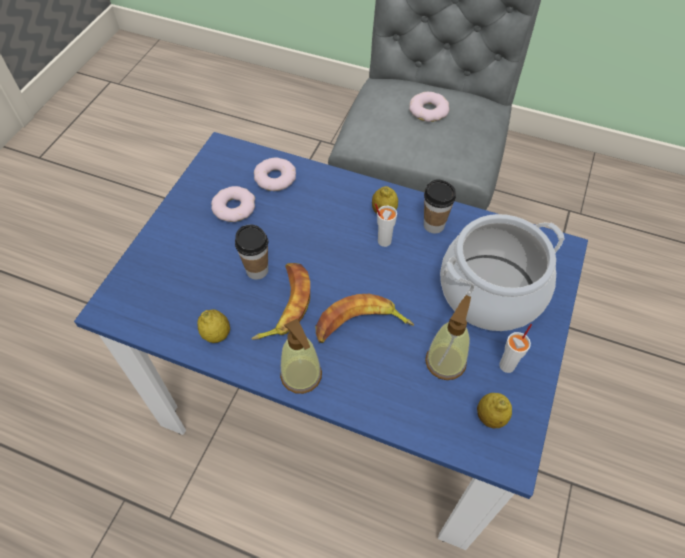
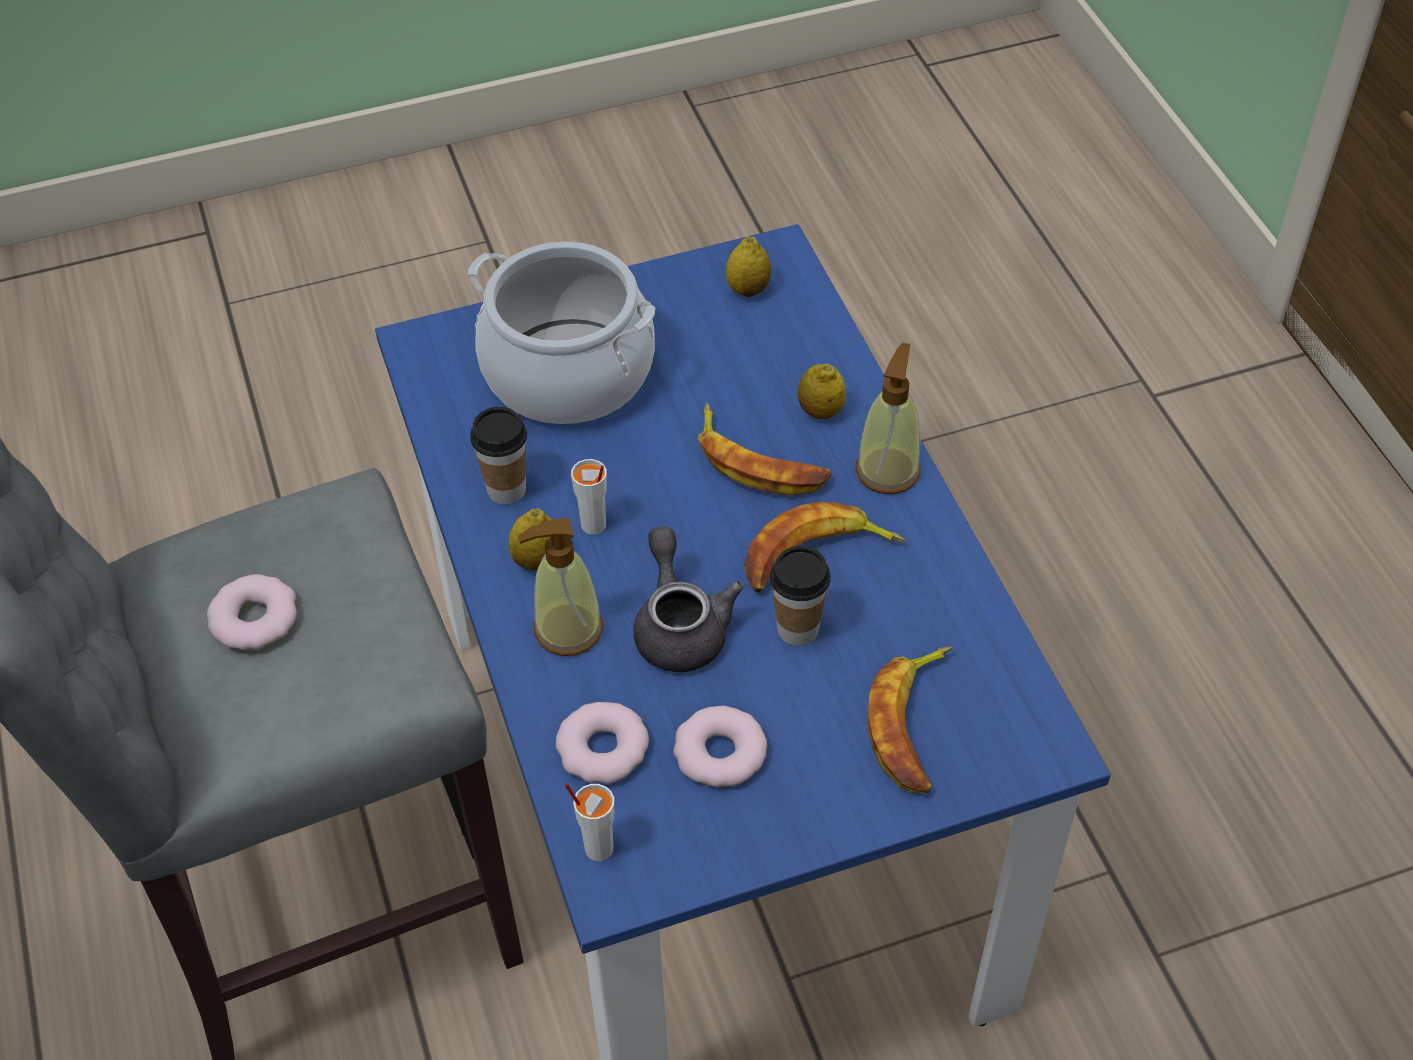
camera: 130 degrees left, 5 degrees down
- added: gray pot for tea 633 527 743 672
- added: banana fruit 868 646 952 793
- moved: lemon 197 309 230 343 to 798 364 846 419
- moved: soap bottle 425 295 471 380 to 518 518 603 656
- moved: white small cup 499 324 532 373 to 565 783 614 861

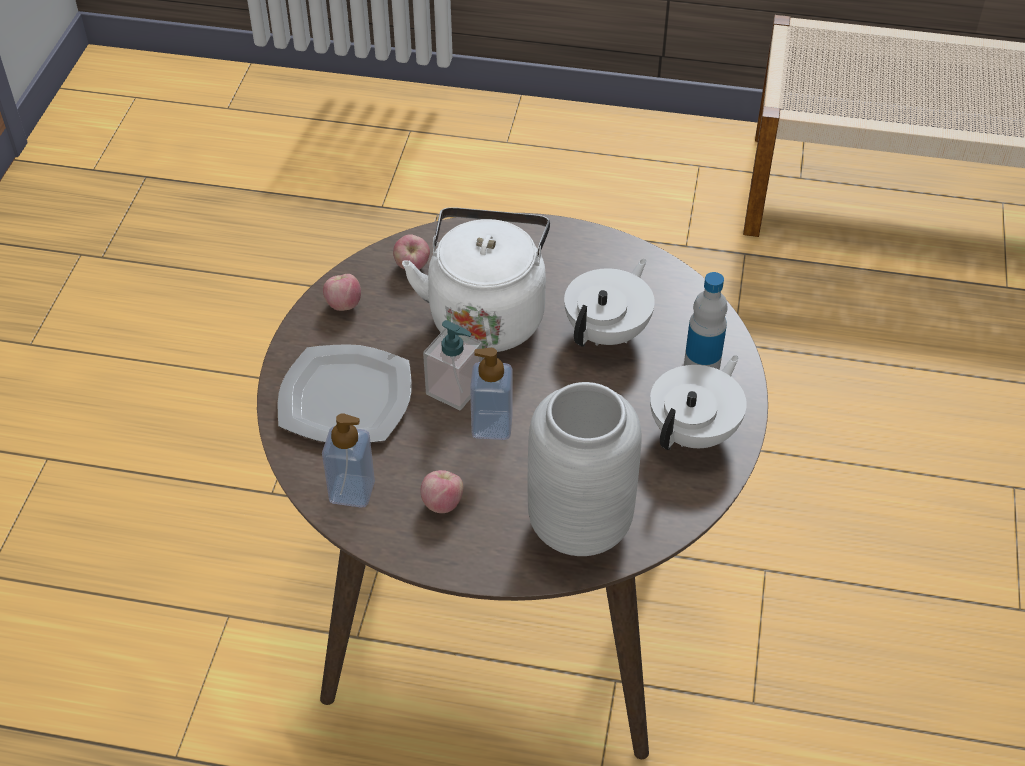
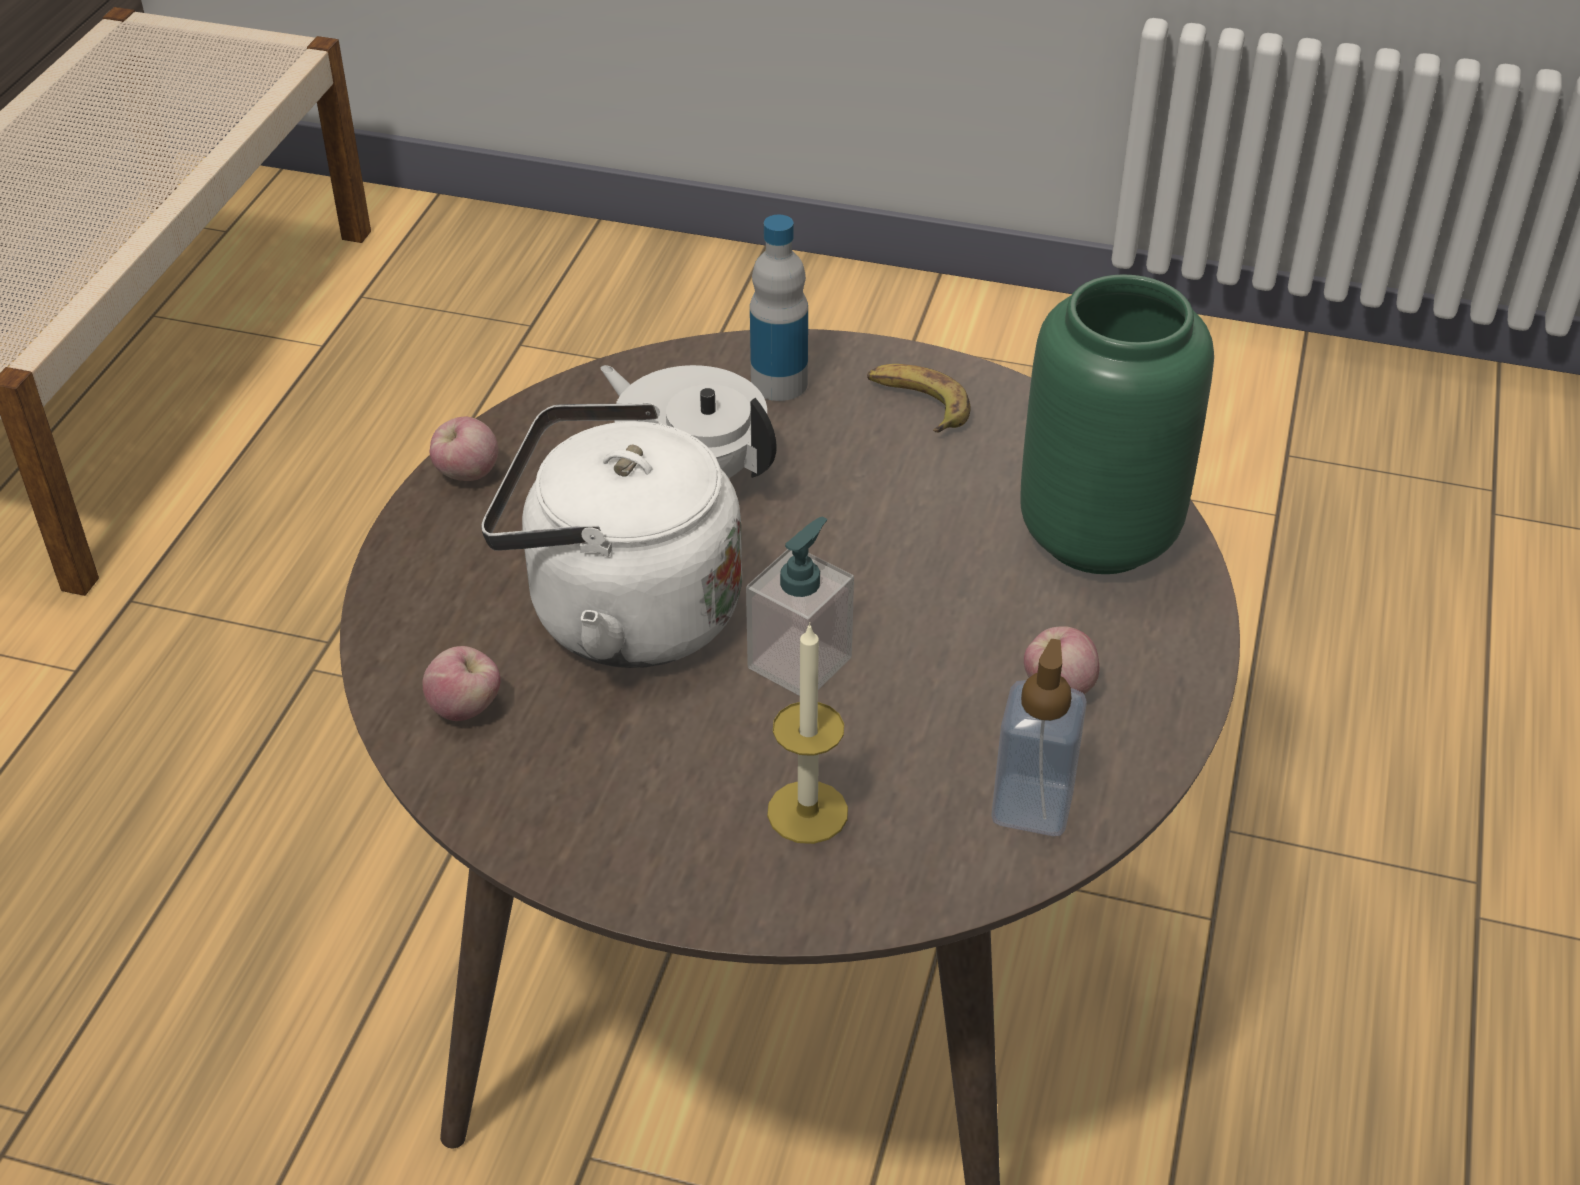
camera: 85 degrees left, 5 degrees down
- removed: soap bottle 470 348 513 440
- moved: apple 323 274 361 311 to 430 417 499 481
- replaced: plate 278 344 412 443 to wax light 767 622 848 844
- replaced: white pot for tea 650 355 747 450 to banana fruit 867 364 971 432
- recoloured: gray flower vase 528 382 642 556 to greenish flower vase 1021 274 1214 574

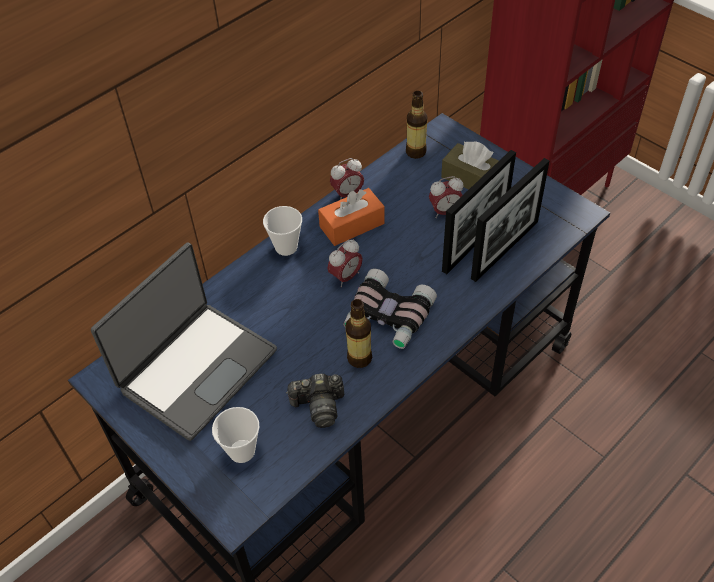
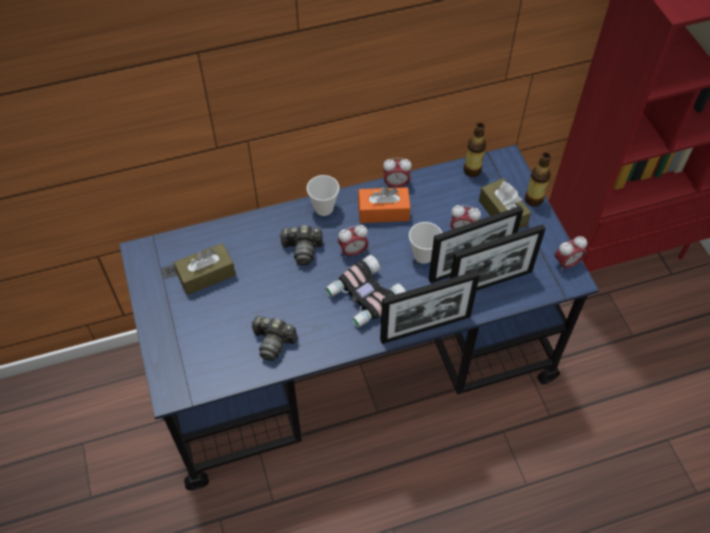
camera: 25 degrees right, 5 degrees up
- added: photo camera 279 225 323 265
- added: photo frame 380 271 480 344
- added: table clock 555 236 587 271
- moved: small cup 212 407 259 463 to 409 222 442 264
- moved: beverage bottle 345 299 372 368 to 525 152 551 207
- replaced: portable computer 91 242 277 441 to brown-coloured box of tissues 174 243 236 295

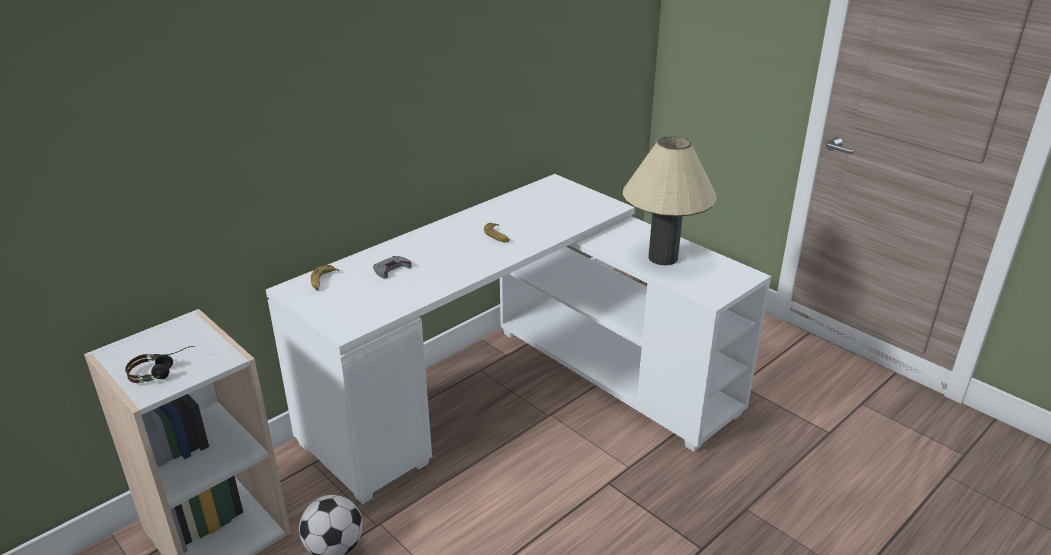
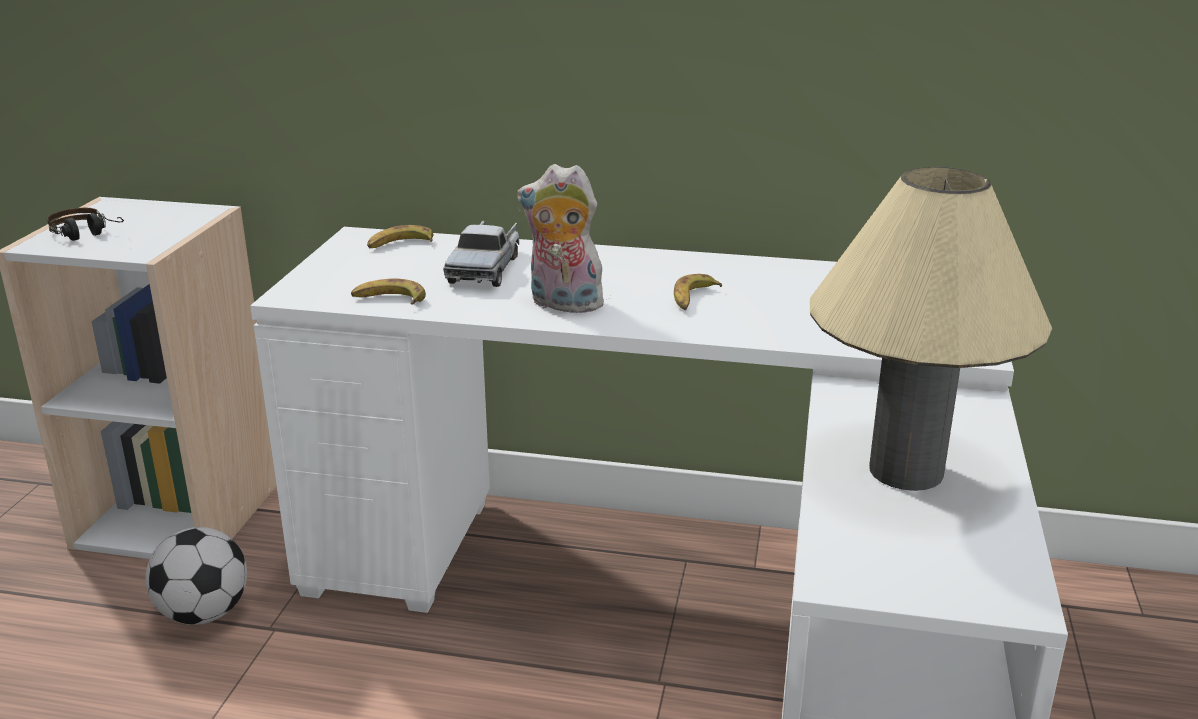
camera: 55 degrees right, 5 degrees down
- added: banana fruit 351 278 426 305
- added: soft toy 517 164 607 313
- replaced: gray gamepad 373 256 412 278 to model truck 443 221 519 287

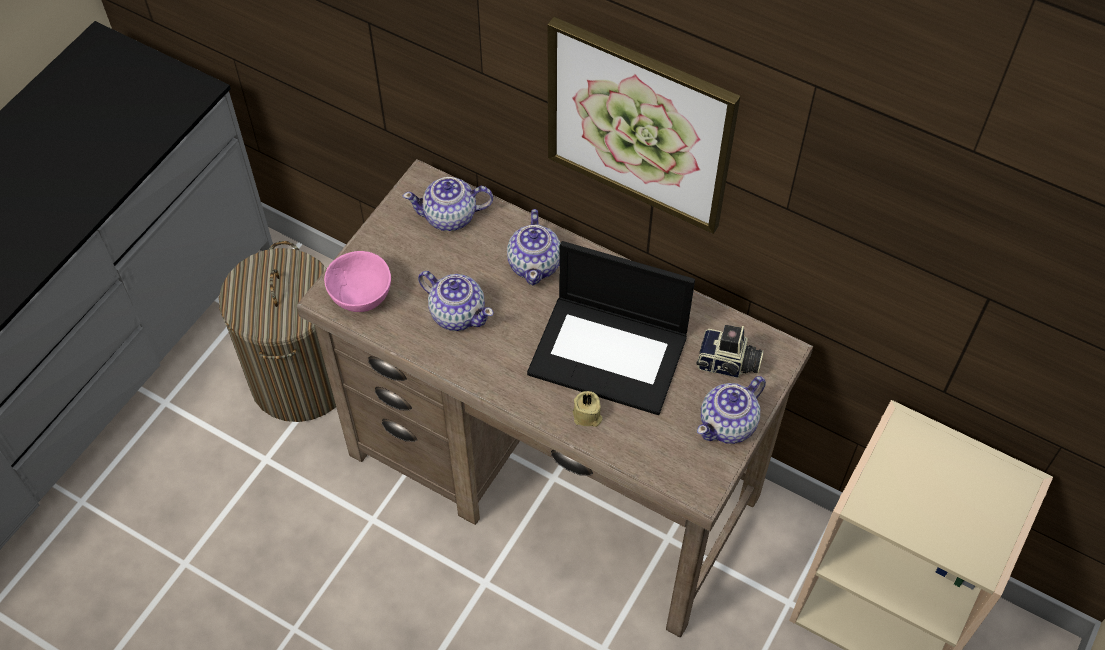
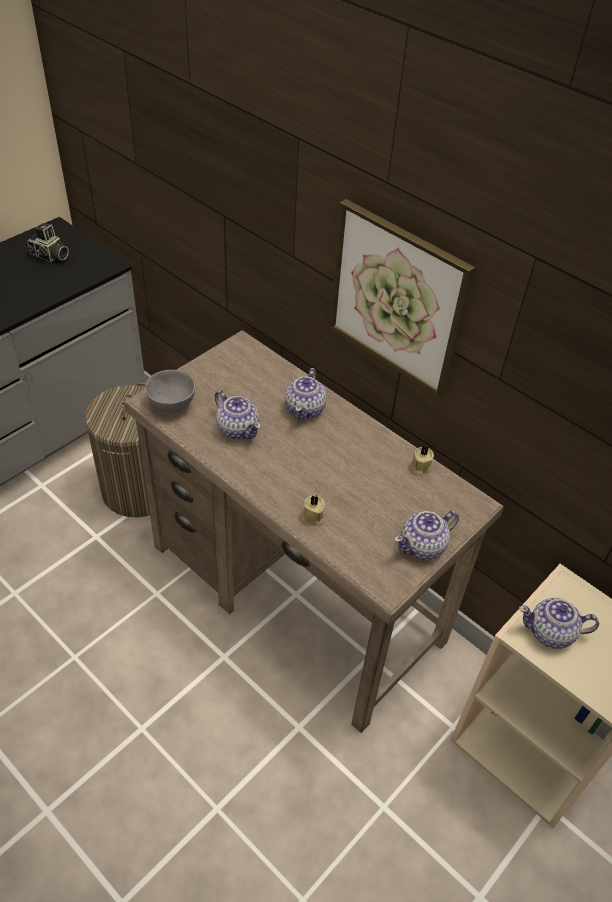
camera: 10 degrees right, 10 degrees down
- removed: portable computer 527 241 695 415
- added: beige-coloured wax light 411 445 434 475
- moved: pot for tea 403 177 493 231 to 519 598 599 649
- moved: photo camera 696 325 764 378 to 27 223 69 262
- recoloured: pinkish serving bowl 324 251 391 312 to gray serving bowl 145 370 195 413

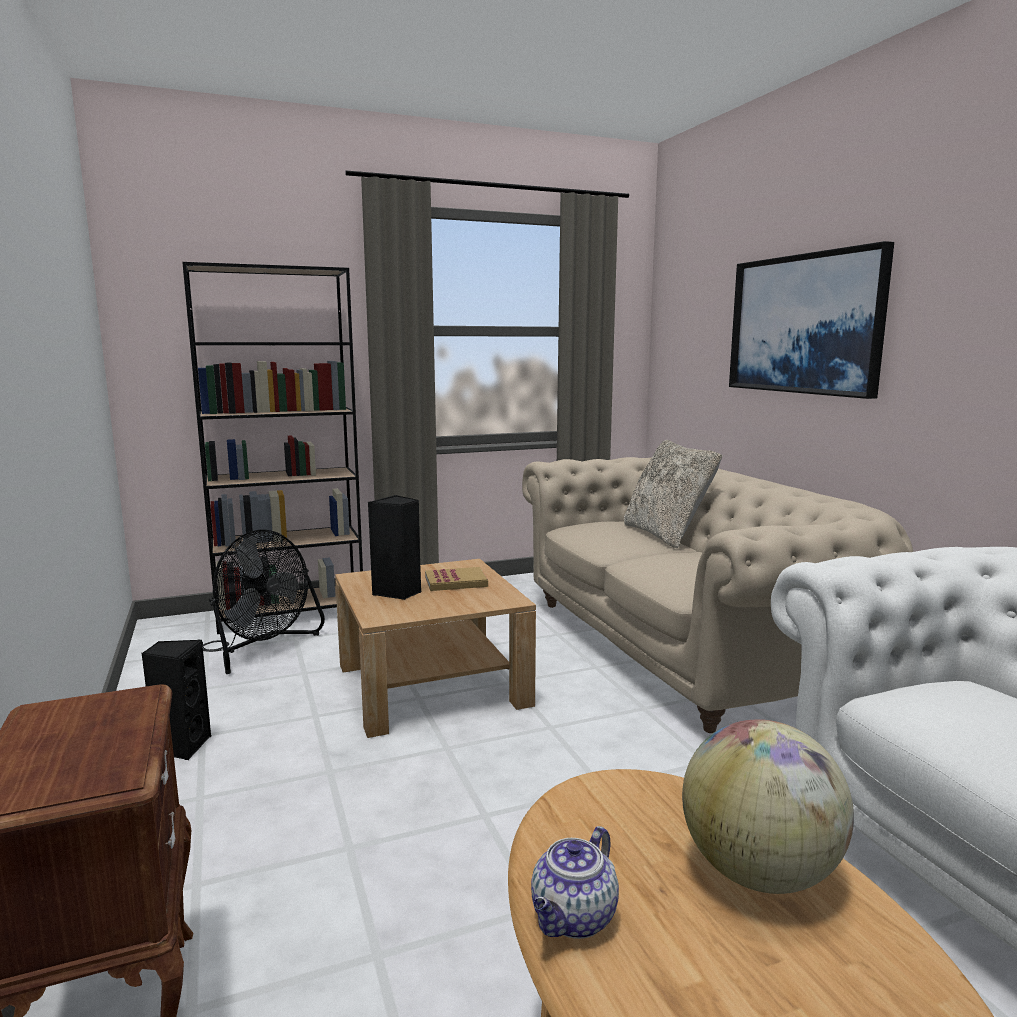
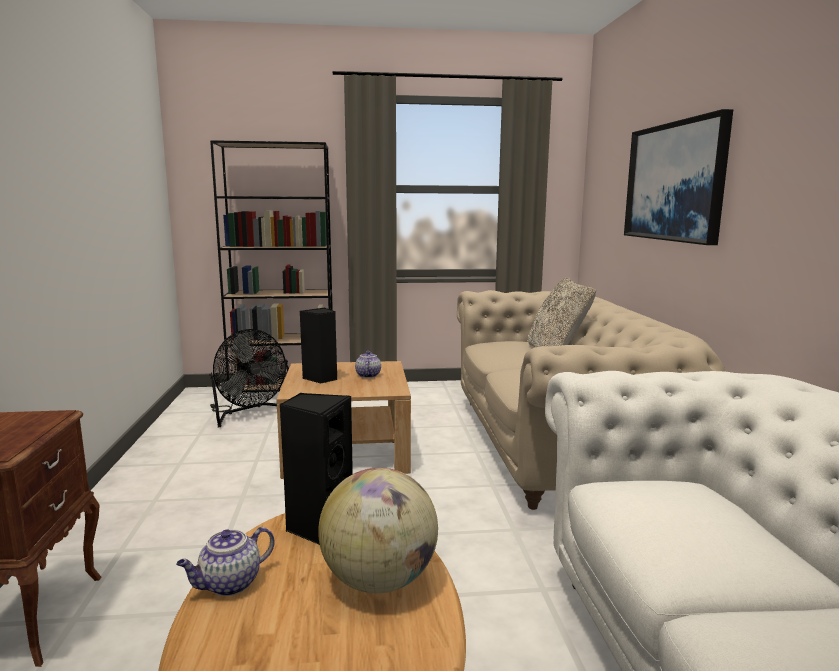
camera: 15 degrees right, 0 degrees up
- moved: blackish audio speaker 141 640 211 760 to 279 393 353 545
- replaced: book 425 567 488 591 to pot for tea 355 351 381 378

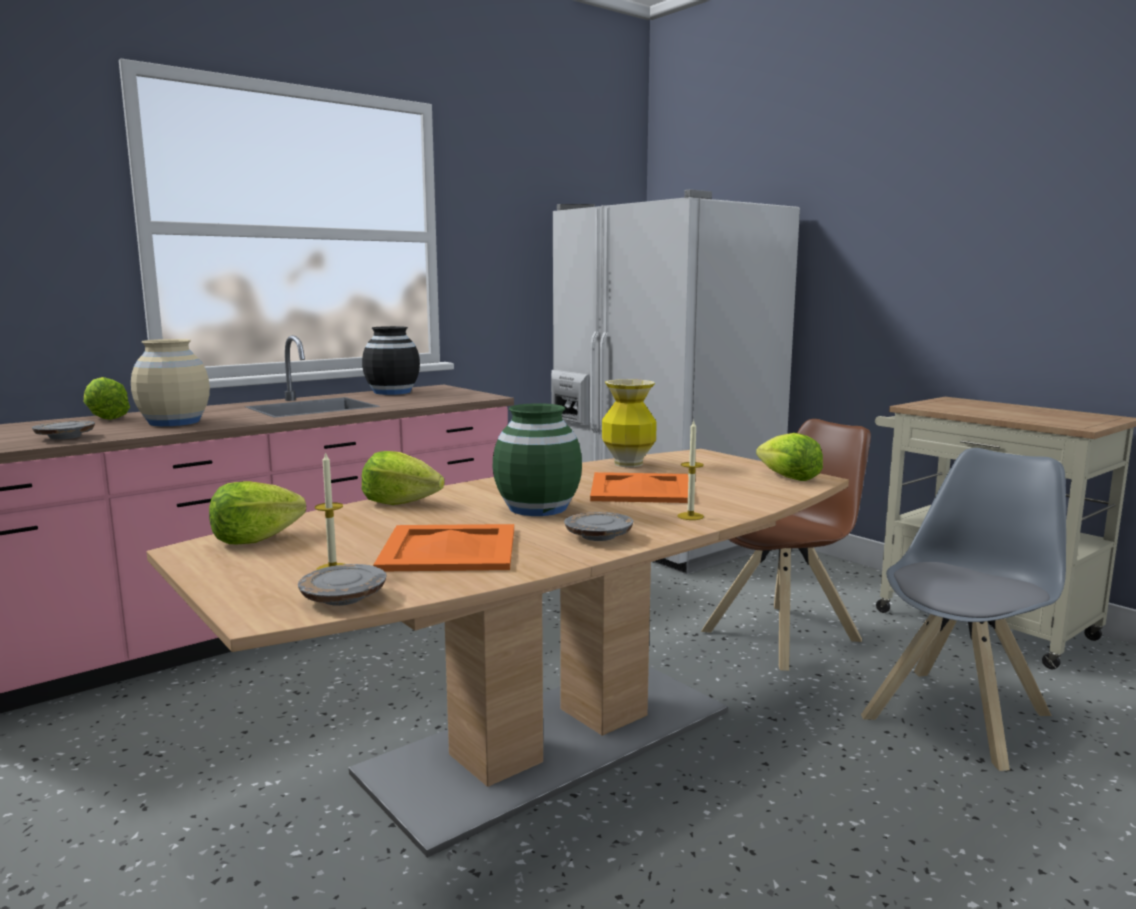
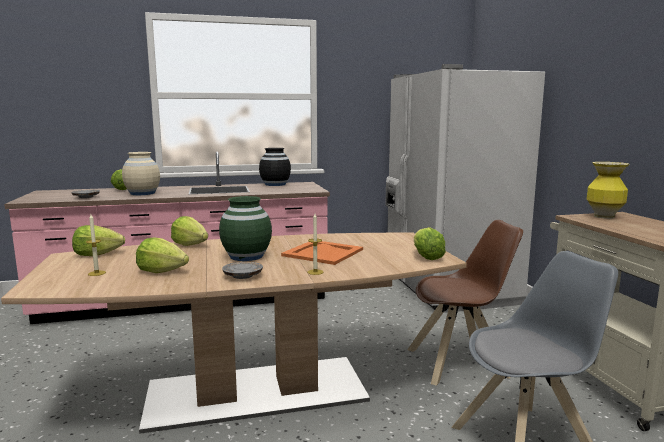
camera: 25 degrees right, 0 degrees up
- removed: gray plate 298 564 386 606
- moved: flower vase 602 379 657 467 to 587 162 629 219
- replaced: orange carrying tray 373 524 514 571 to lettuce 136 237 189 273

